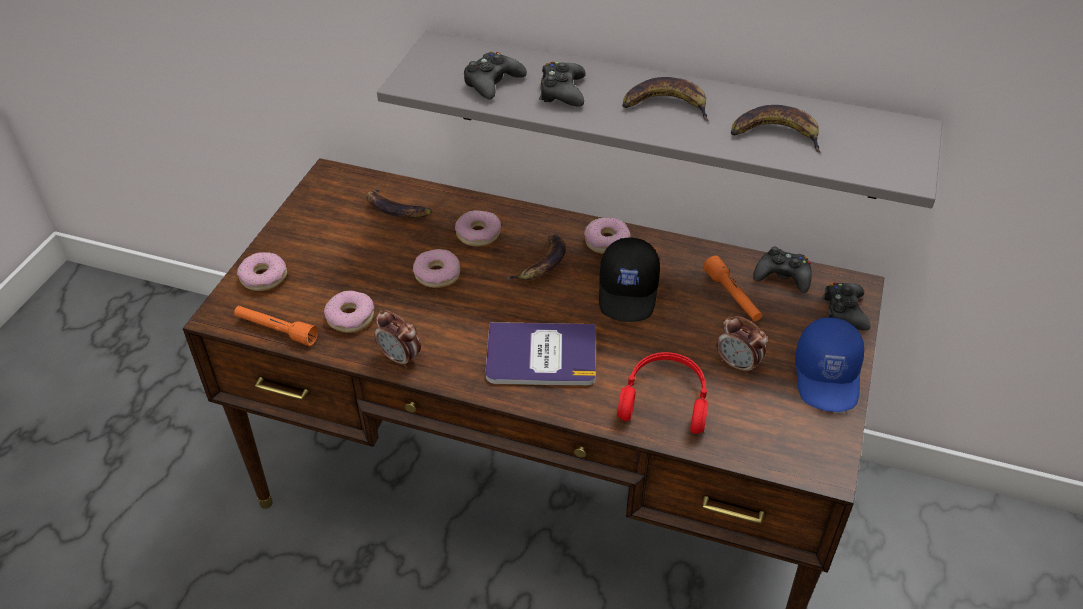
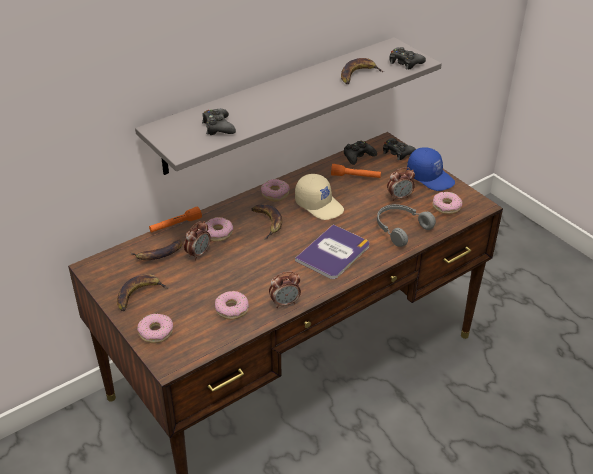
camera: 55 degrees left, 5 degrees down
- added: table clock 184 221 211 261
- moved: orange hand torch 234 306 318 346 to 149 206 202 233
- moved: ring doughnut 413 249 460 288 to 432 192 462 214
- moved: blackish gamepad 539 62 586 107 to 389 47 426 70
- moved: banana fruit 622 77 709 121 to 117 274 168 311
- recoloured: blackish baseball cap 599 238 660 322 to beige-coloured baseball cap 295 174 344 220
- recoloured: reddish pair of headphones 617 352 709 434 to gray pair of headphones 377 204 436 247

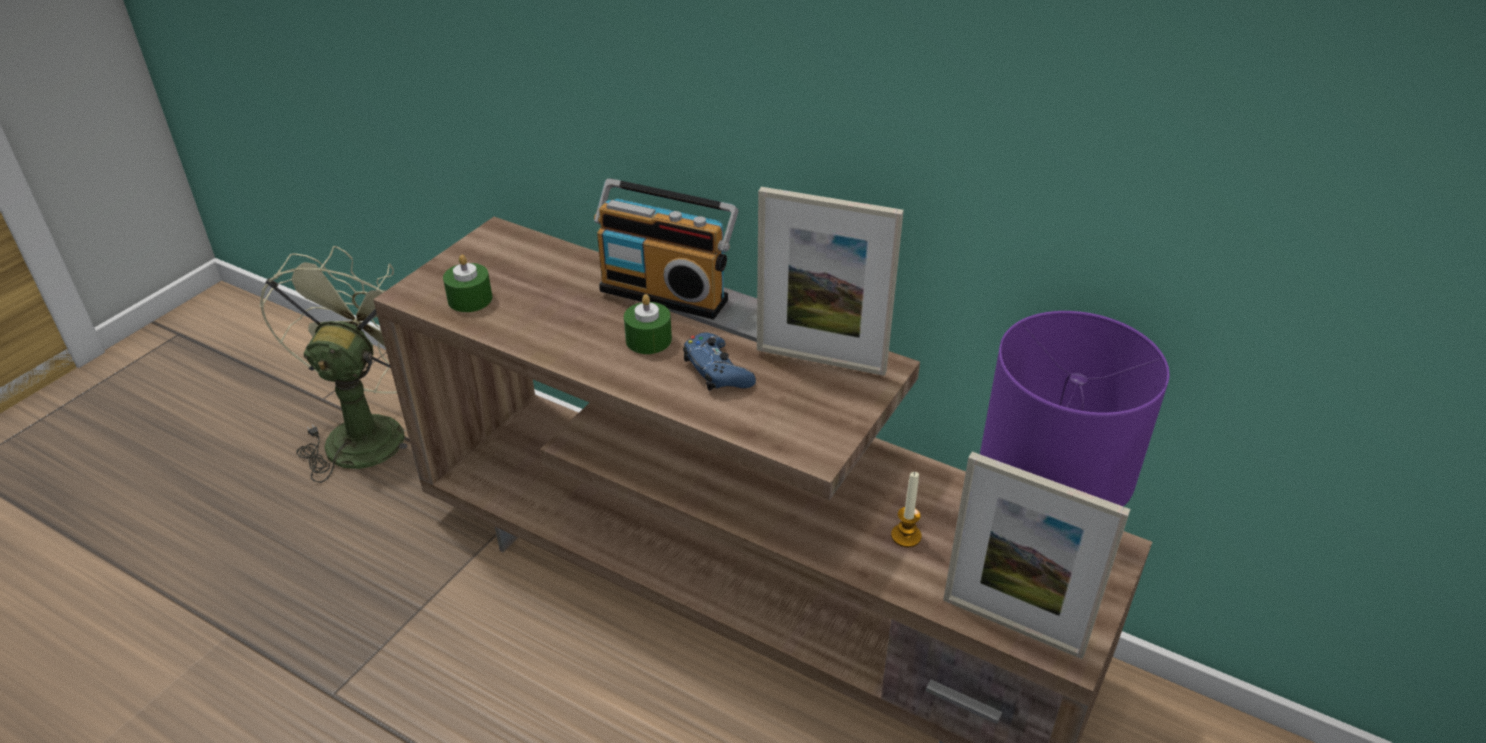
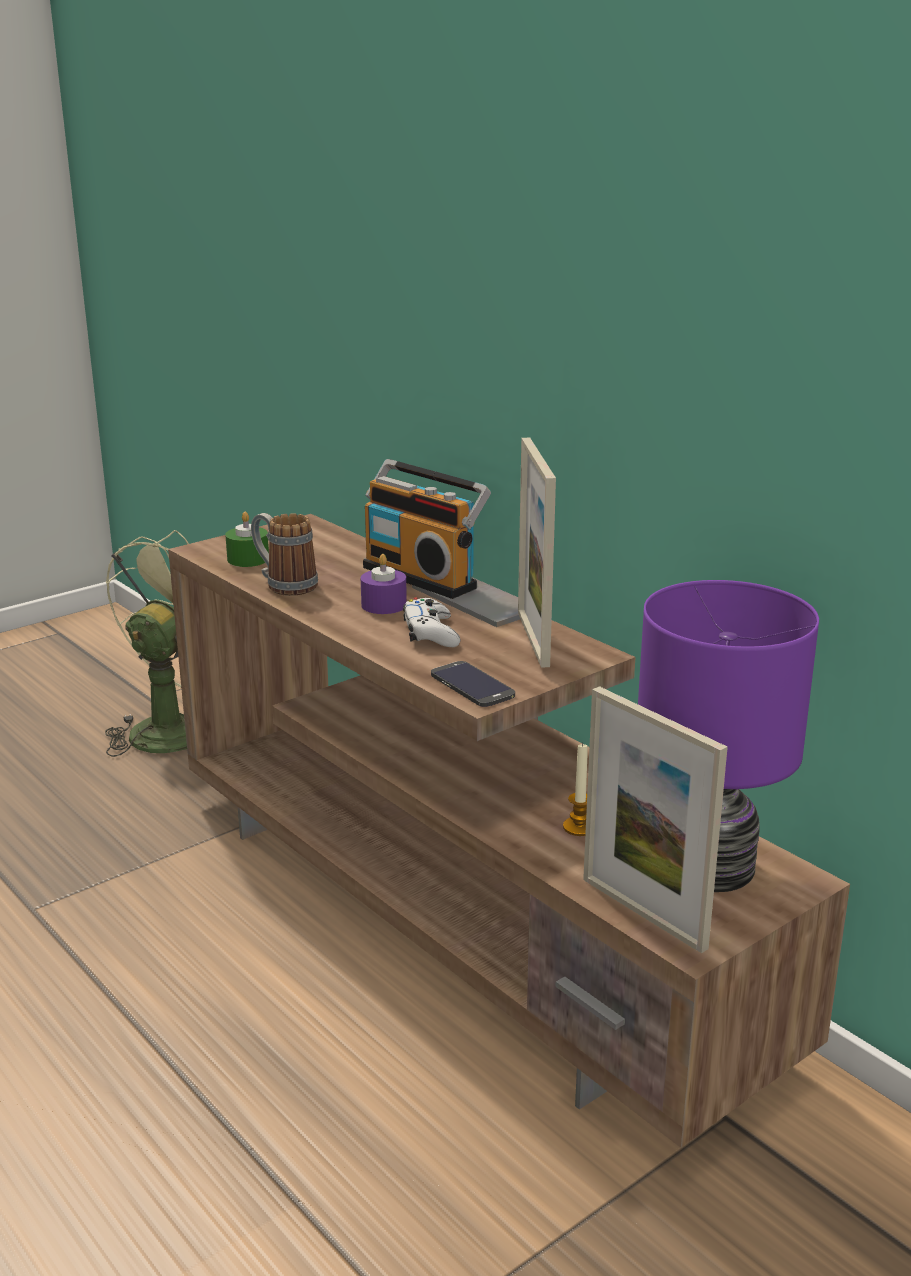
camera: 20 degrees right, 15 degrees down
- added: tea mug 251 513 318 596
- added: handset 431 661 515 707
- recoloured: greenish wax light 624 294 672 354 to purplish wax light 361 554 407 614
- recoloured: bluish gamepad 683 332 756 391 to white gamepad 403 597 460 647
- turned: photo frame 757 187 904 376 = 518 438 556 668 45 degrees clockwise

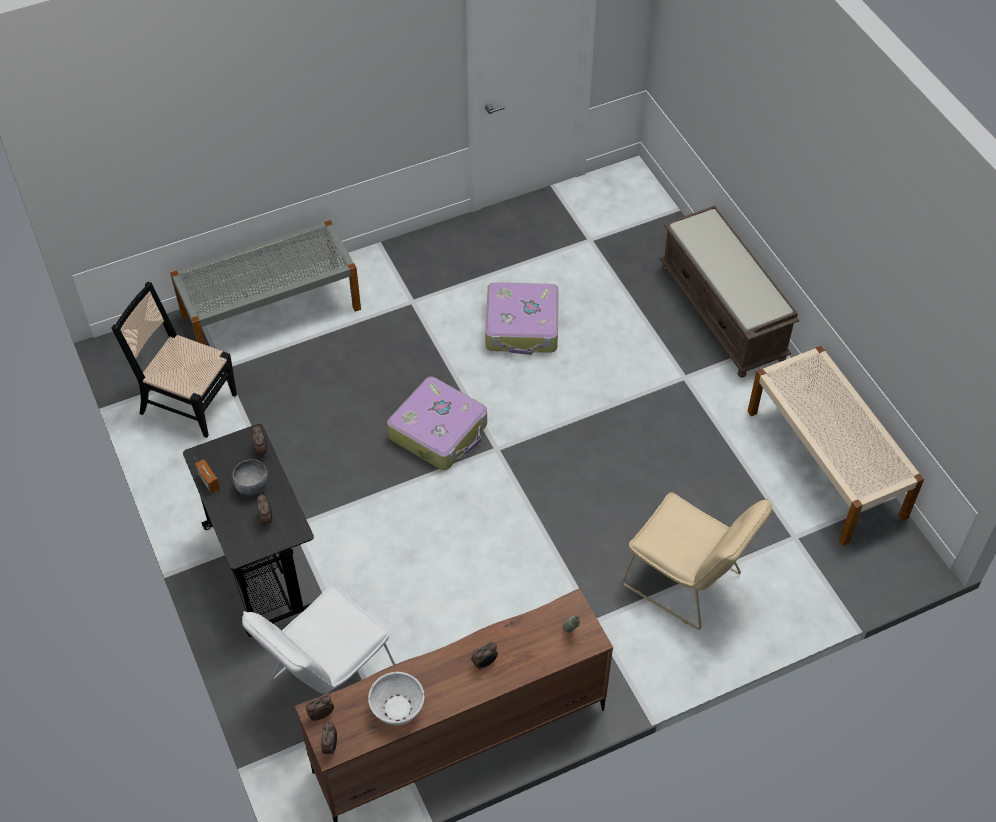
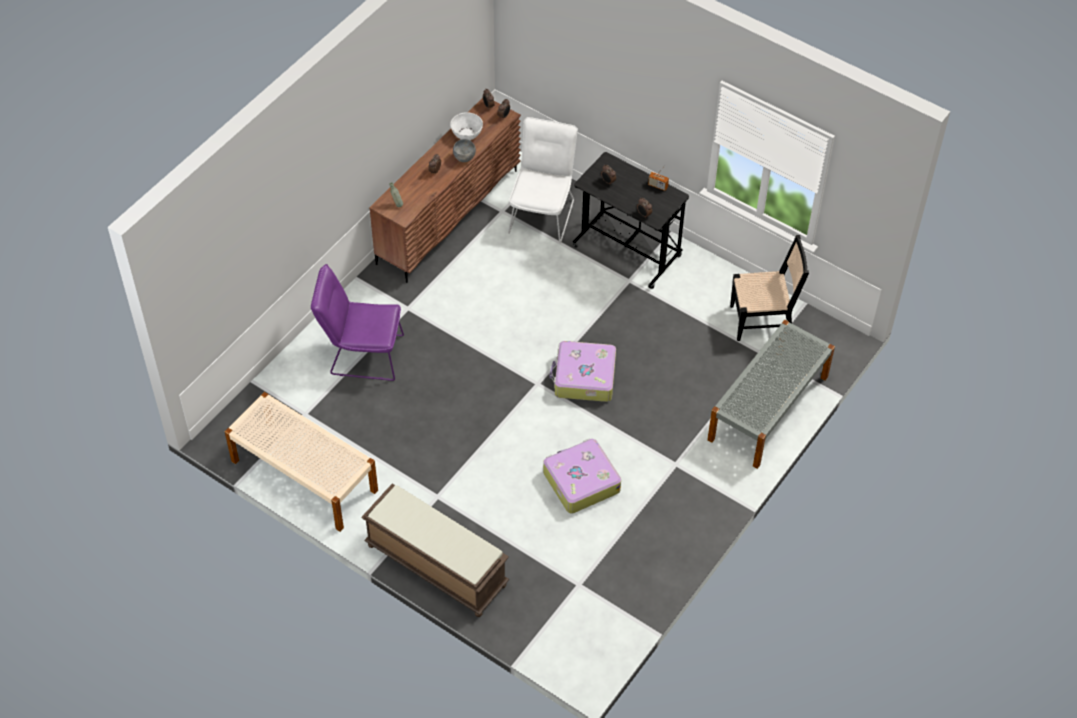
camera: 150 degrees right, 0 degrees up
- moved: gray serving bowl 232 459 268 495 to 453 139 476 162
- recoloured: beige-coloured upright chair 622 492 772 630 to purplish upright chair 311 264 404 381

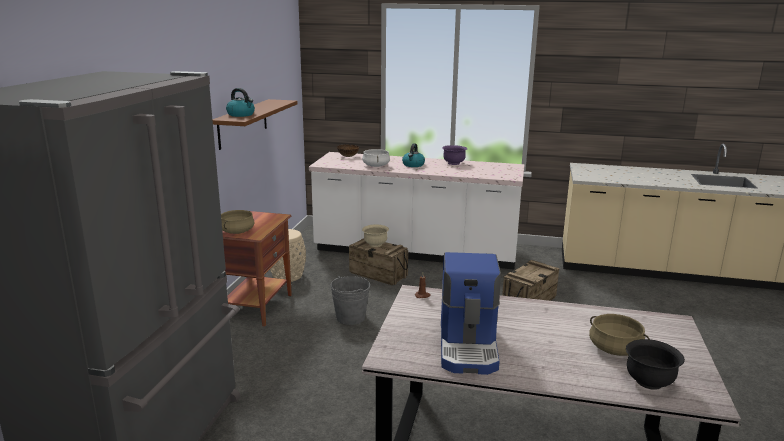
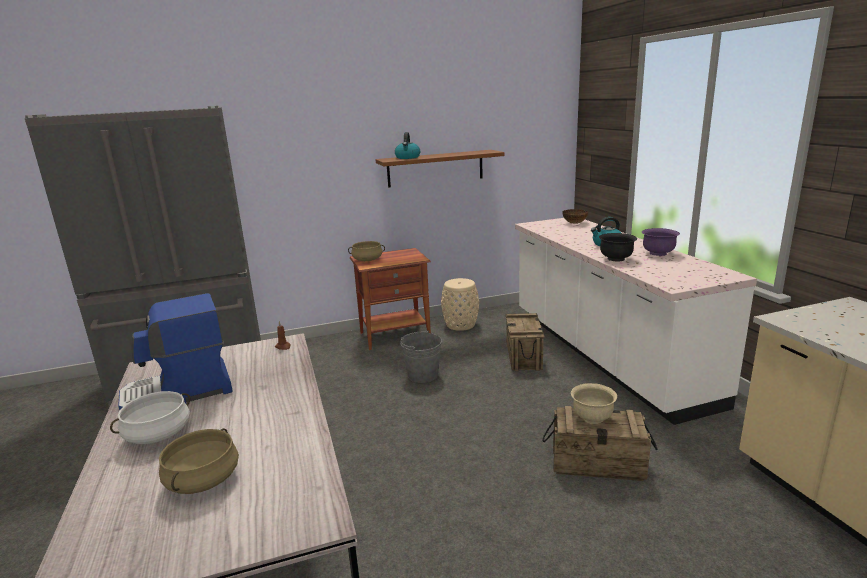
camera: 60 degrees right, 0 degrees up
- moved: white stockpot 362 149 390 167 to 110 391 191 444
- moved: beige-coloured serving bowl 362 224 389 247 to 571 383 617 424
- moved: blackish serving bowl 626 339 685 390 to 599 233 637 261

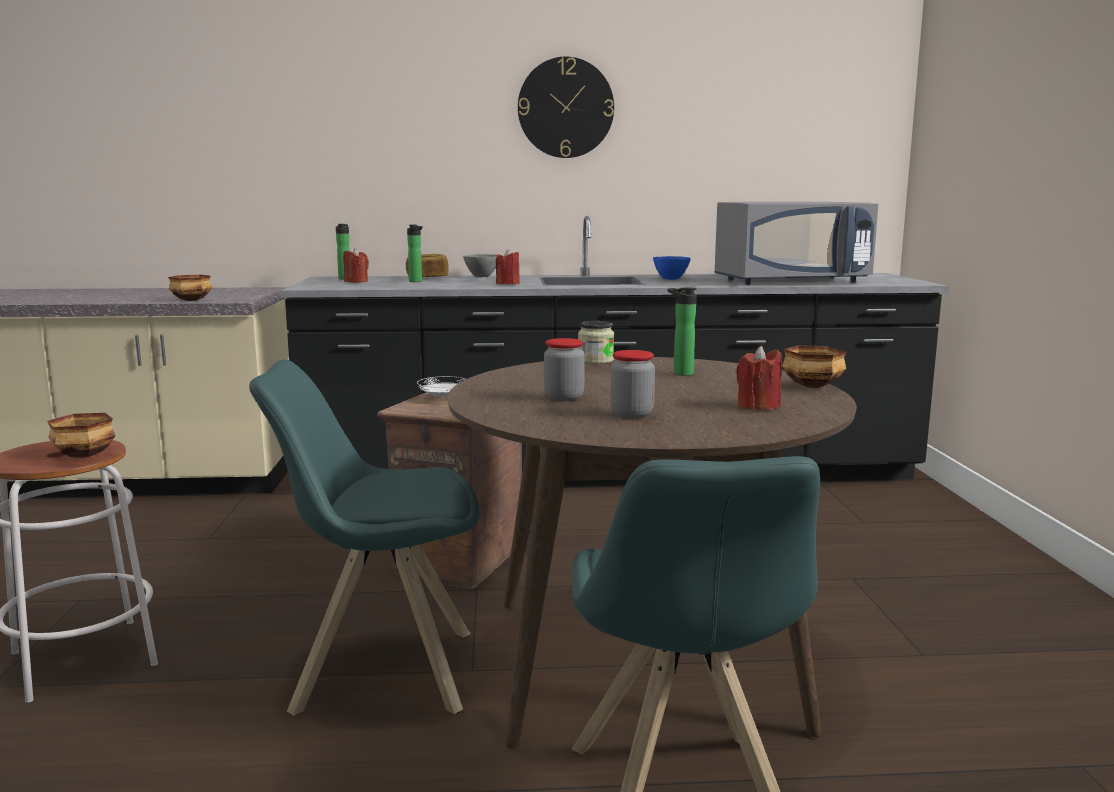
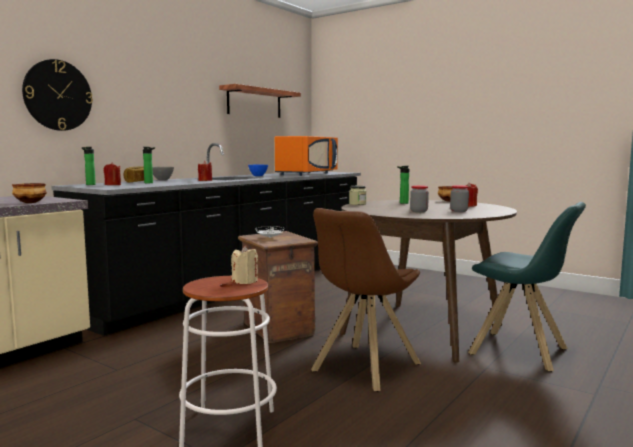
camera: 50 degrees left, 5 degrees down
- added: shelf 219 84 301 118
- moved: wall clock 518 57 614 158 to 22 59 93 131
- replaced: serving bowl 47 413 116 458 to beige-coloured wax light 231 246 258 284
- recoloured: blue-green upright chair 249 359 480 716 to brown-coloured upright chair 311 208 421 392
- recoloured: gray microwave 715 202 878 285 to orange microwave 275 136 338 176

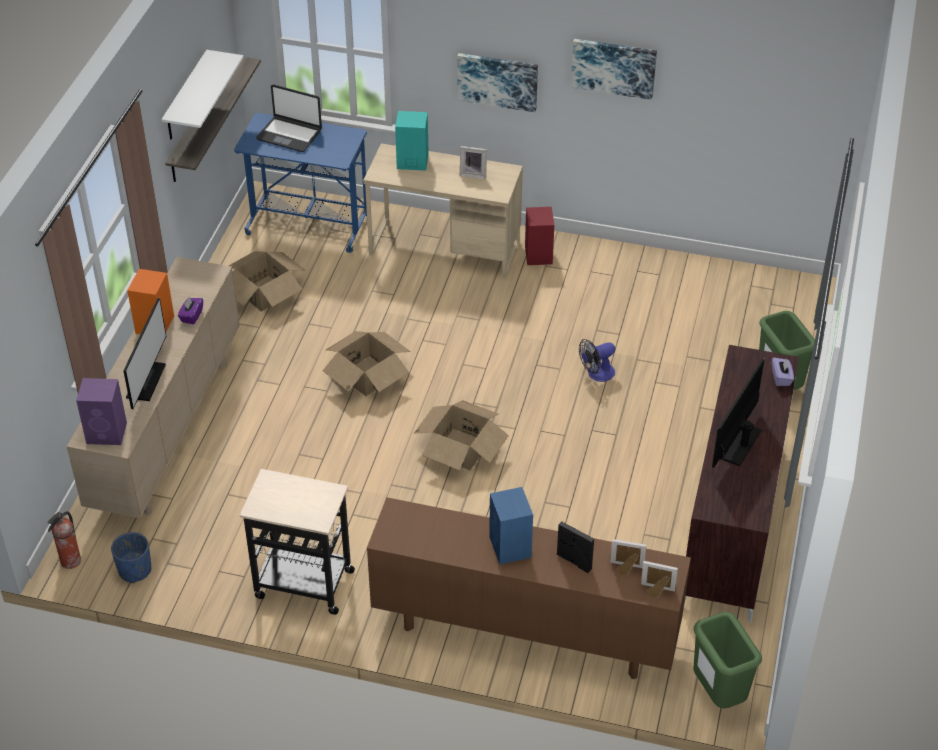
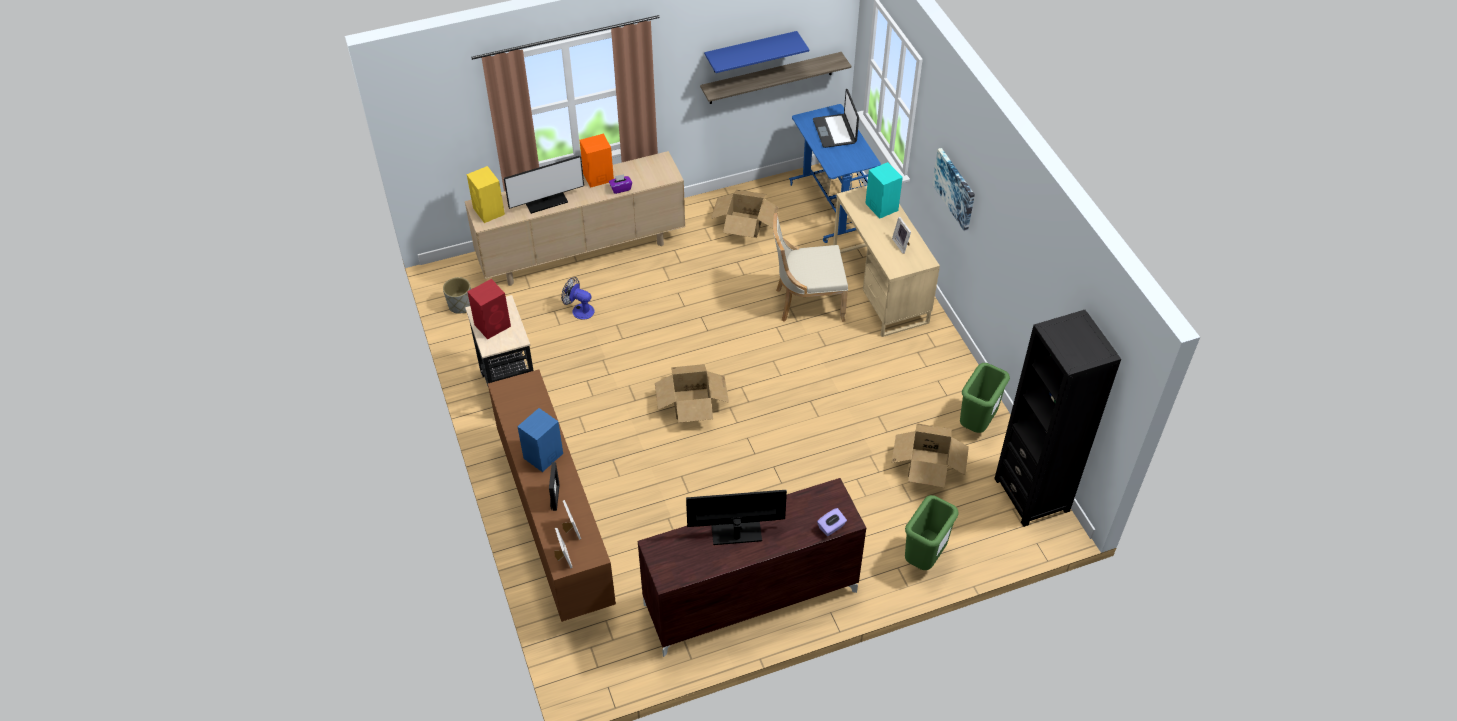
camera: 55 degrees right, 5 degrees up
- removed: fire extinguisher 47 511 81 569
- removed: picture 571 39 657 100
- added: beige-coloured upright chair 773 213 848 322
- added: blackish bookcase 994 310 1121 527
- moved: carton 323 331 411 396 to 892 423 969 488
- moved: reddish audio speaker 525 207 554 265 to 467 279 511 339
- moved: electric fan 579 339 615 382 to 561 277 595 320
- moved: greenish trash can 693 612 762 708 to 960 363 1010 433
- recoloured: purplish audio speaker 76 378 127 445 to yellowish audio speaker 467 166 505 223
- recoloured: bluish planter 111 532 151 583 to gray planter 443 277 471 314
- recoloured: white shelf 161 50 244 139 to bluish shelf 704 31 809 73

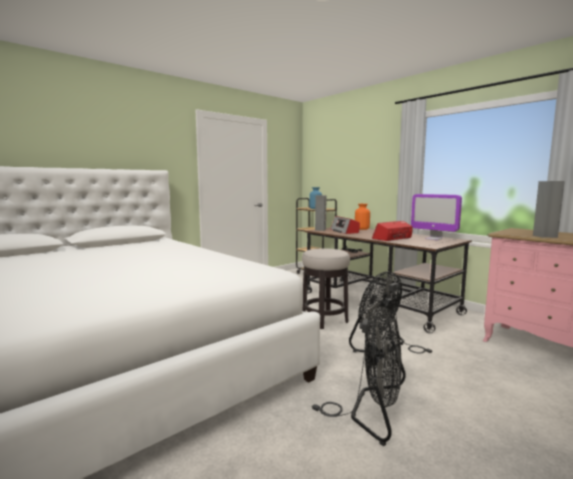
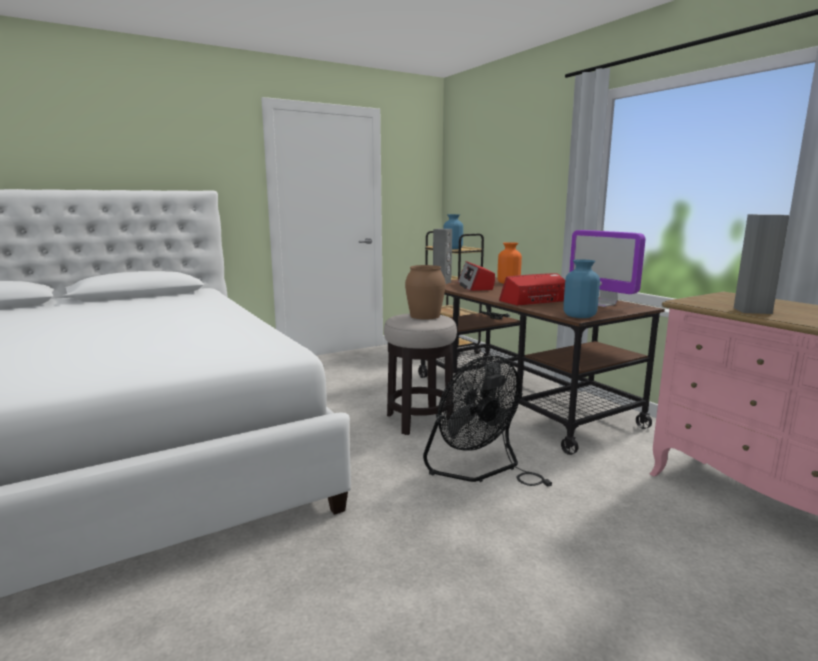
camera: 10 degrees right, 5 degrees up
- removed: blackish electric fan 312 306 406 446
- added: brown-coloured flower vase 405 265 446 320
- added: bluish flower vase 563 259 600 318

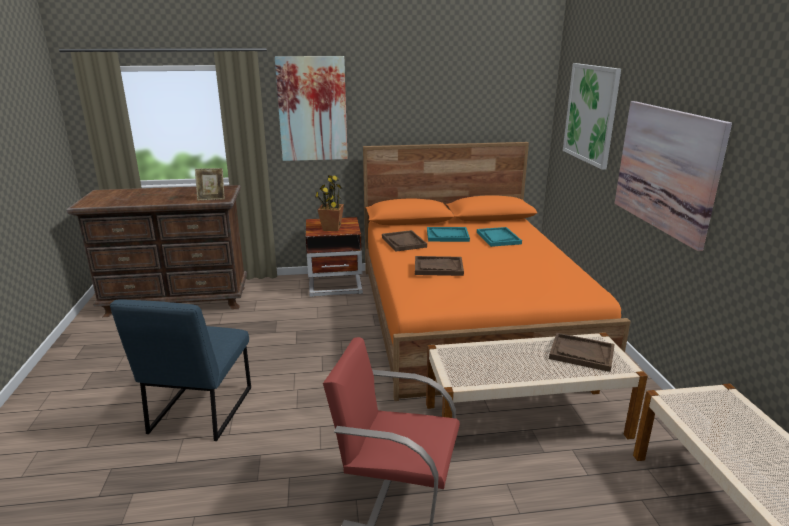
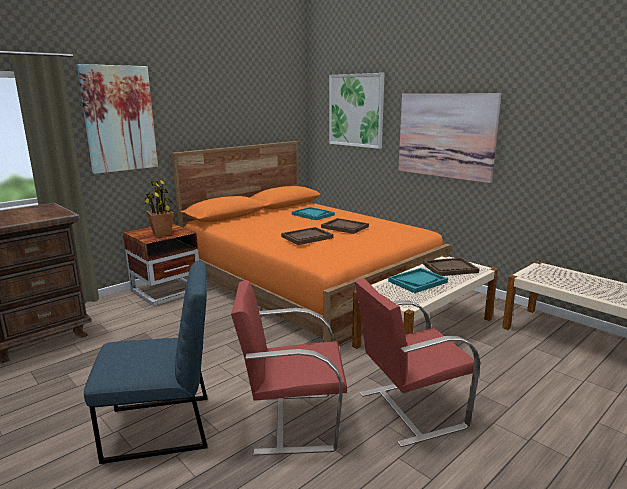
camera: 35 degrees left, 5 degrees down
- removed: photo frame 195 168 225 201
- added: reddish upright chair 231 280 347 455
- moved: brown-coloured carrying tray 382 230 427 252 to 321 218 369 234
- moved: blue-green carrying tray 427 227 470 242 to 388 268 448 293
- turned: bluish upright chair 110 299 251 441 = 84 261 208 464 75 degrees counterclockwise

